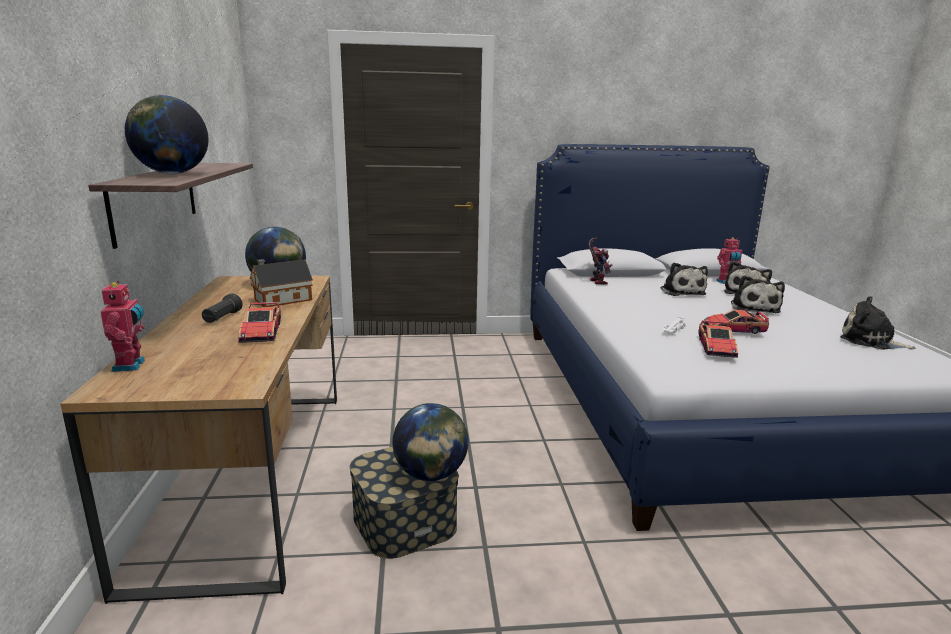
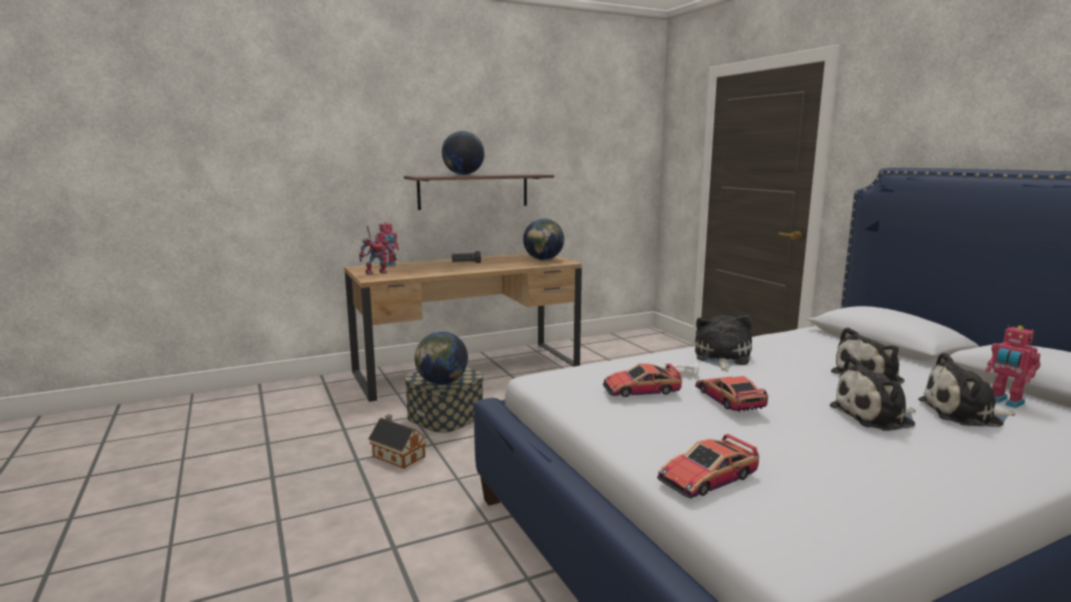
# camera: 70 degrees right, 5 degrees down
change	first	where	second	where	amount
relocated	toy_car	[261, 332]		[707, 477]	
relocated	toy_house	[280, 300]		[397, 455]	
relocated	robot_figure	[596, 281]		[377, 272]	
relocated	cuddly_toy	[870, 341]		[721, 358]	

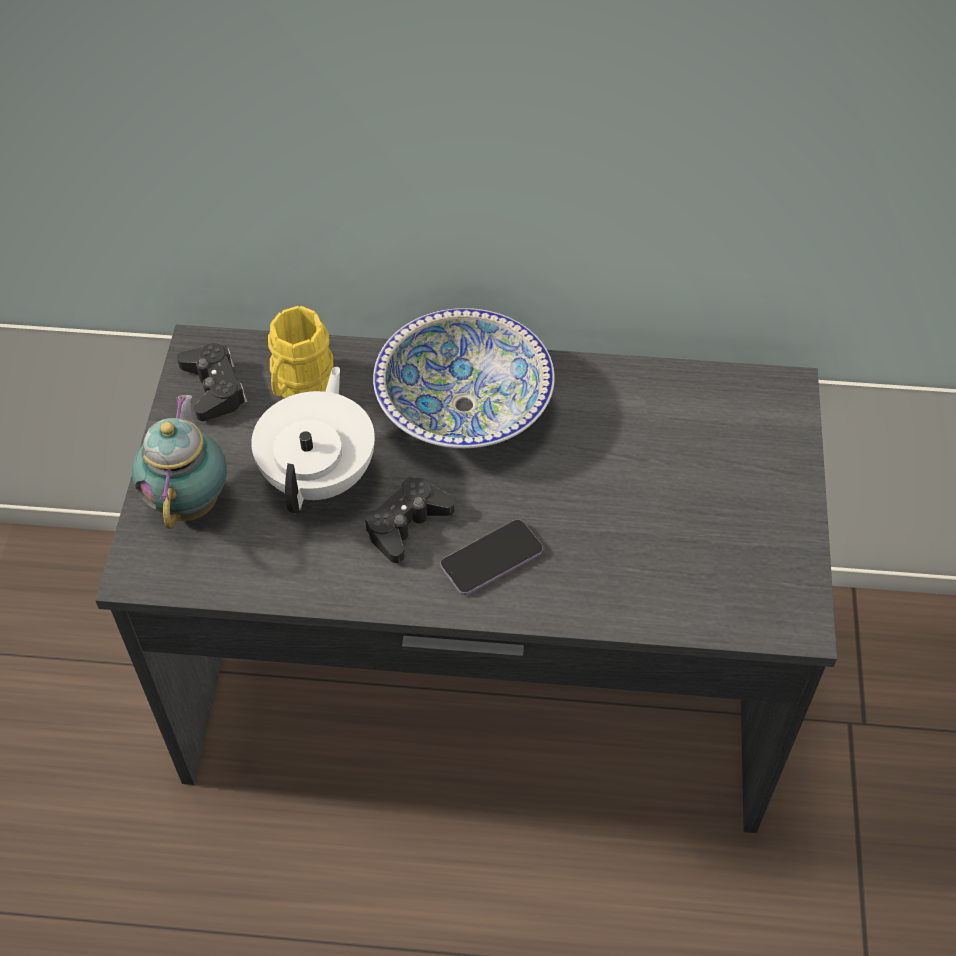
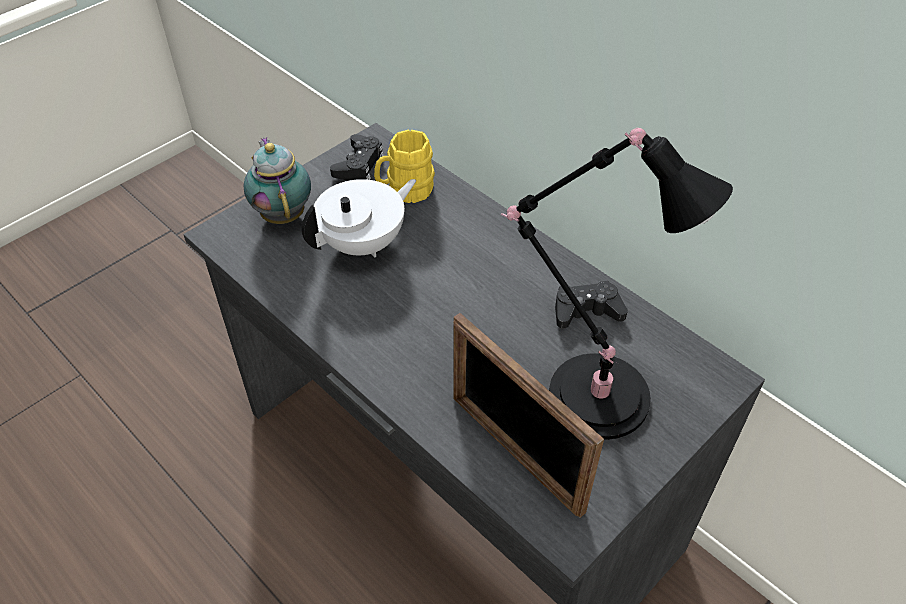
# camera: 40 degrees right, 5 degrees down
change	first	where	second	where	amount
missing	bowl	[463, 406]			
missing	phone	[491, 559]			
appeared			picture_frame	[515, 452]	
appeared			black-coloured_table_lamp	[590, 392]	
relocated	black-coloured_joypad	[407, 524]		[586, 311]	
spun	teapot	[190, 500]		[283, 214]	60 degrees counterclockwise

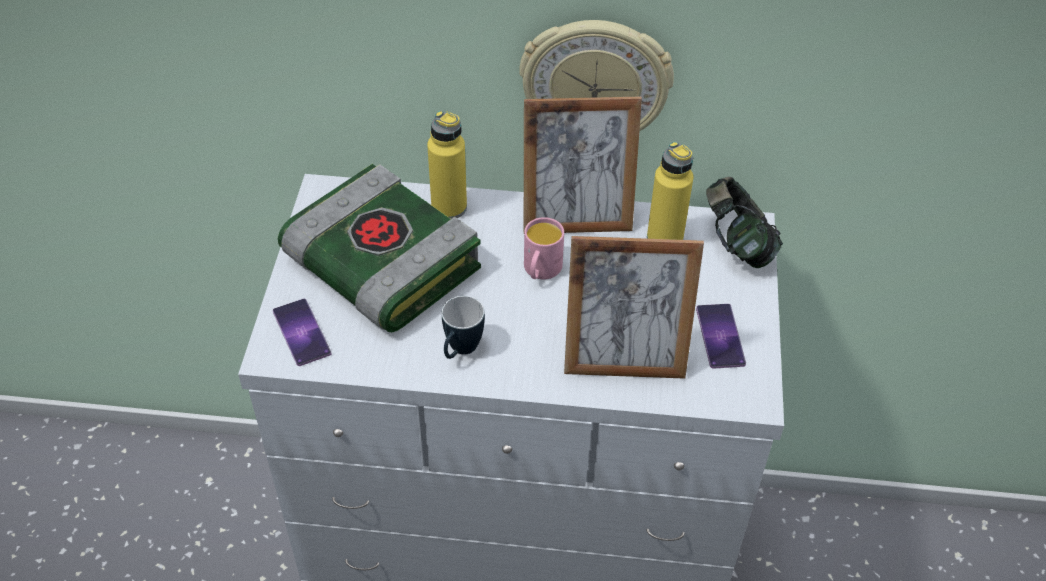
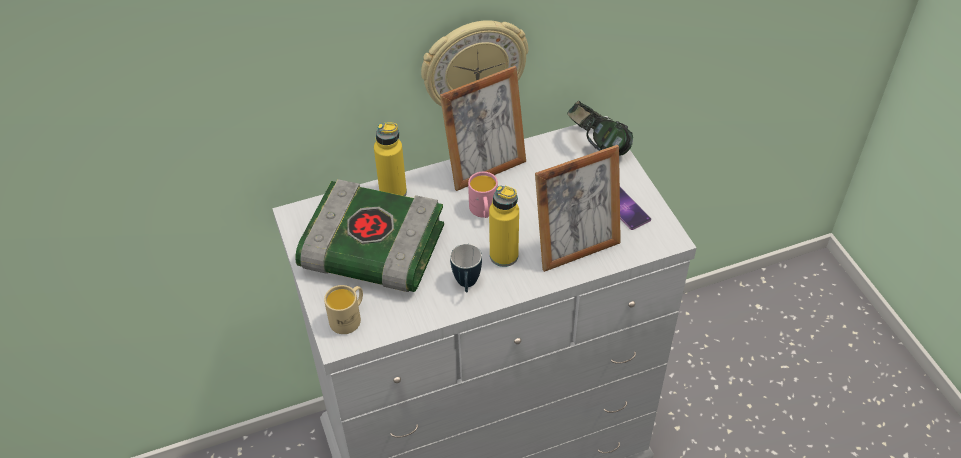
# camera: 25 degrees left, 0 degrees up
change	first	where	second	where	amount
relocated	yellowish_bottle	[664, 239]		[504, 256]	
exchanged	phone	[301, 332]	sand-coloured_tea_mug	[349, 318]	

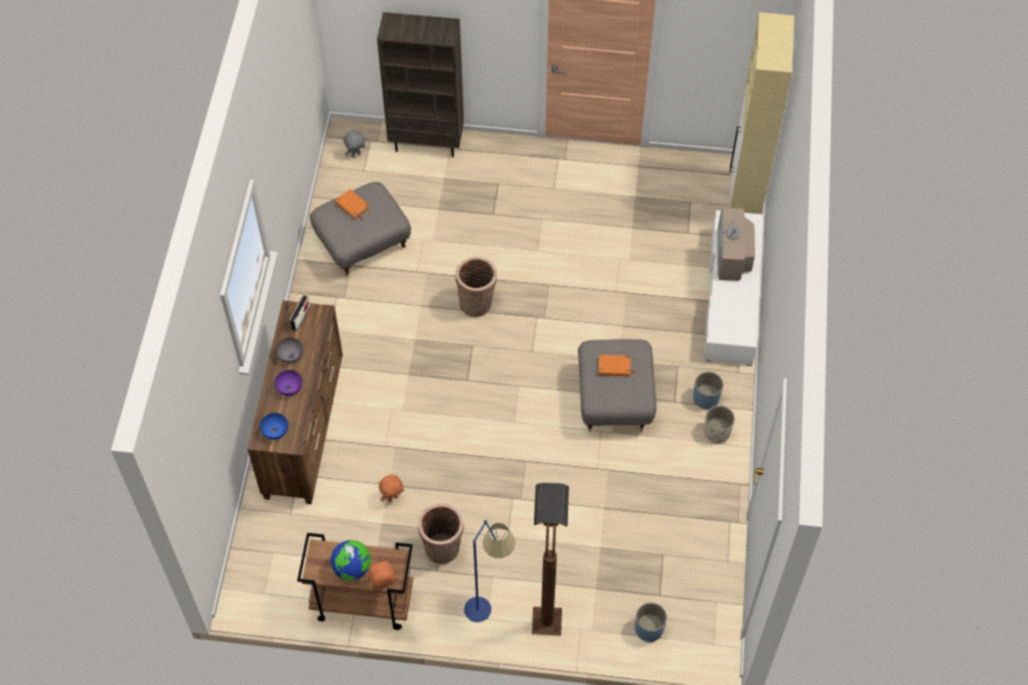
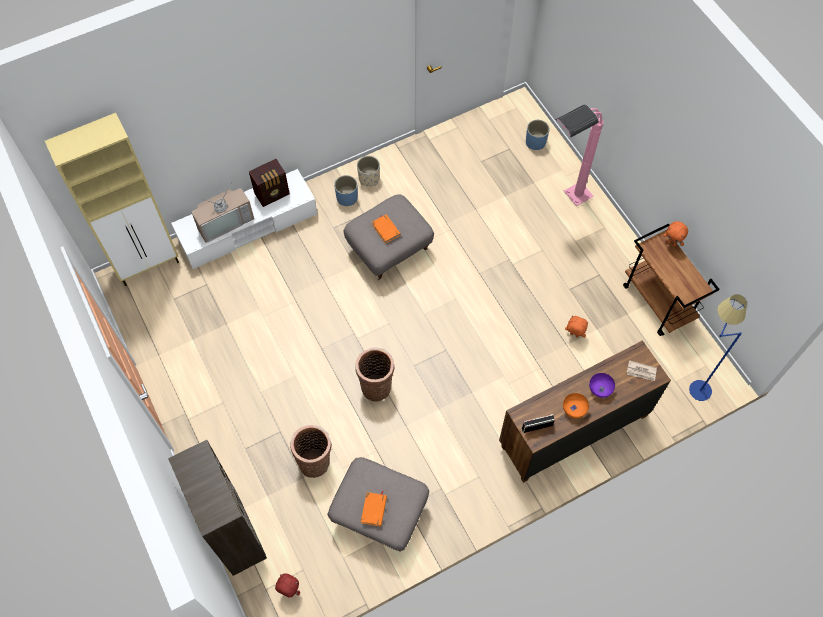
# camera: 125 degrees left, 5 degrees up
change	first	where	second	where	amount
missing	world_globe	[352, 568]			
appeared			radio	[273, 194]	
relocated	storage_basket	[443, 550]		[315, 461]	
relocated	bluish_standard_lamp	[490, 611]		[694, 381]	
exchanged	bluish_bowl	[275, 431]	daily_paper	[641, 372]	
colour	greyish_bowl	[290, 355]	orange_bowl	[574, 409]	
colour	greyish_cuddly_toy	[356, 154]	red_cuddly_toy	[289, 590]	
colour	brown-coloured_standard_lamp	[547, 602]	pinkish_standard_lamp	[565, 202]	

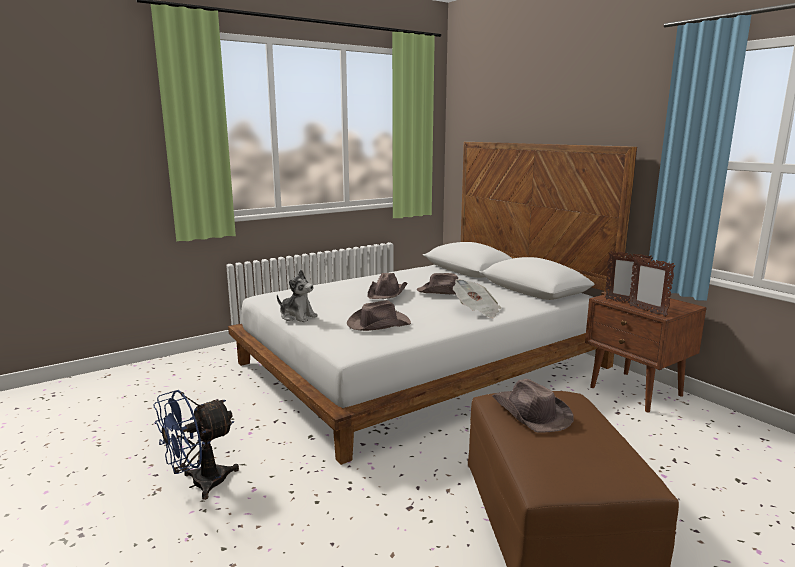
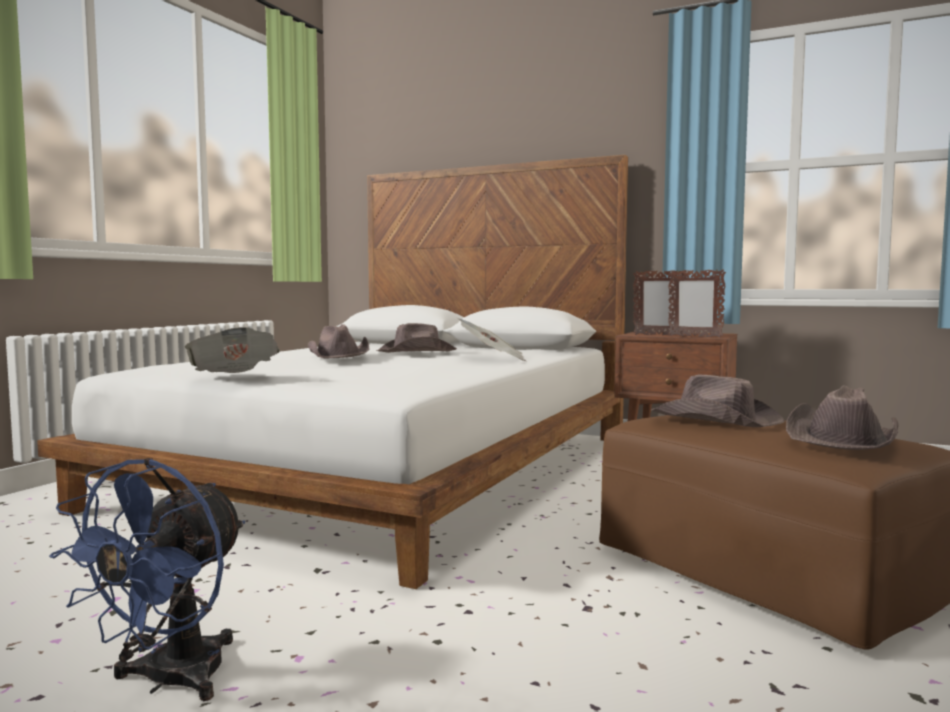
# camera: 30 degrees left, 10 degrees down
change	first	where	second	where	amount
relocated	brown-coloured_hat	[377, 324]		[843, 438]	
exchanged	cuddly_toy	[297, 316]	daily_paper	[234, 378]	

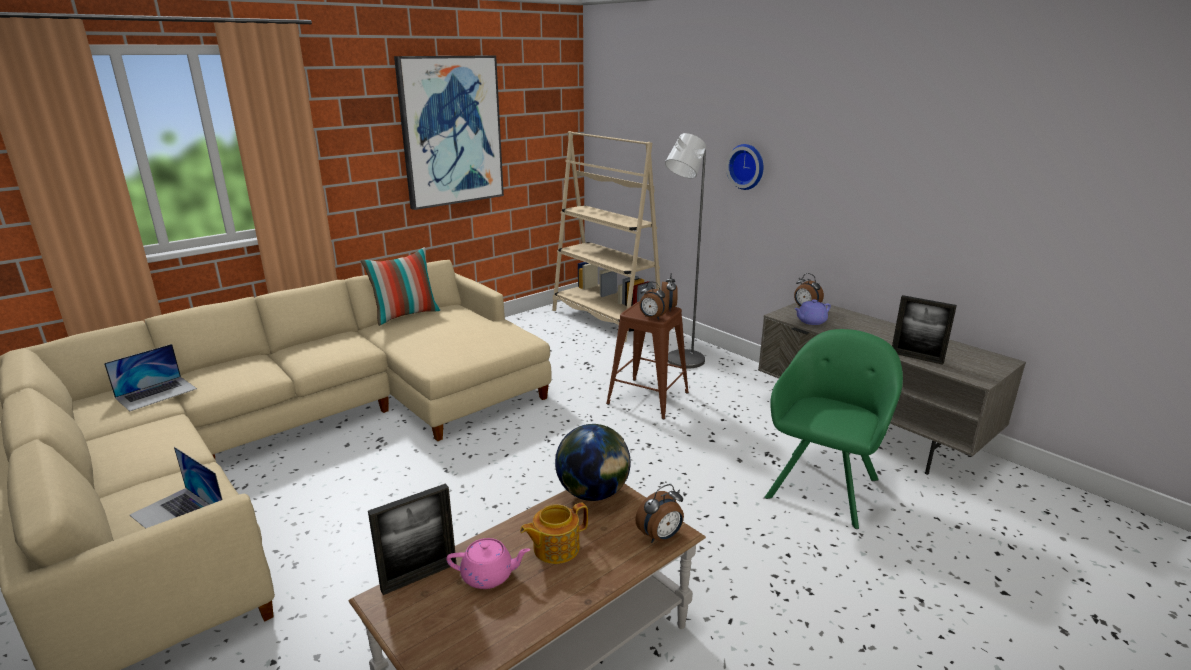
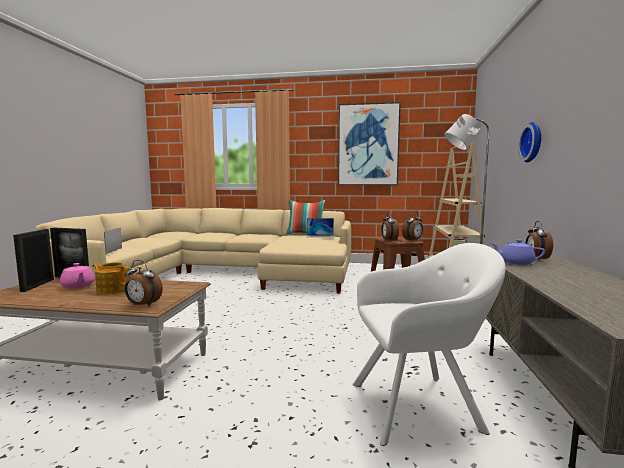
# camera: 50 degrees right, 15 degrees down
change	first	where	second	where	amount
missing	world_globe	[593, 494]			
relocated	laptop	[156, 393]		[320, 236]	
relocated	picture_frame	[916, 357]		[37, 285]	
colour	green-coloured_lounge_chair	[824, 485]	white_lounge_chair	[420, 405]	

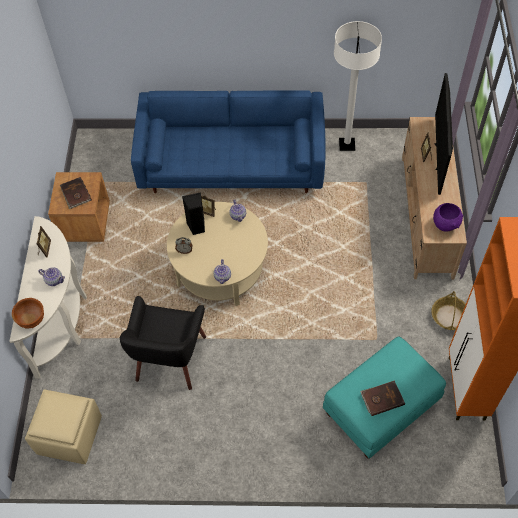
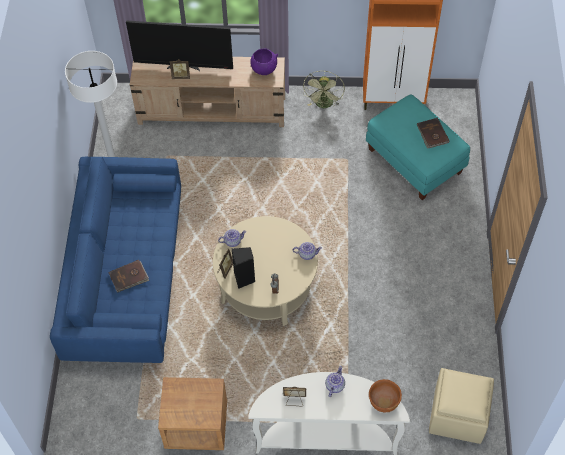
# camera: 90 degrees left, 0 degrees up
change	first	where	second	where	amount
missing	black-coloured_lounge_chair	[169, 359]			
relocated	brown-coloured_bound_book	[75, 194]		[129, 277]	
exchanged	storage_basket	[449, 317]	green-coloured_fan	[324, 105]	

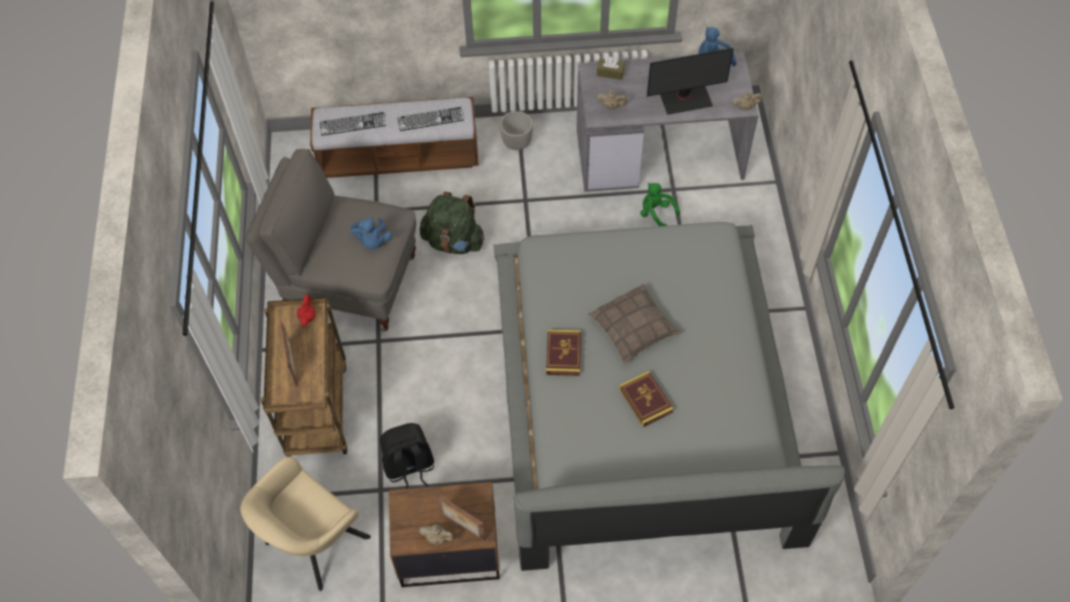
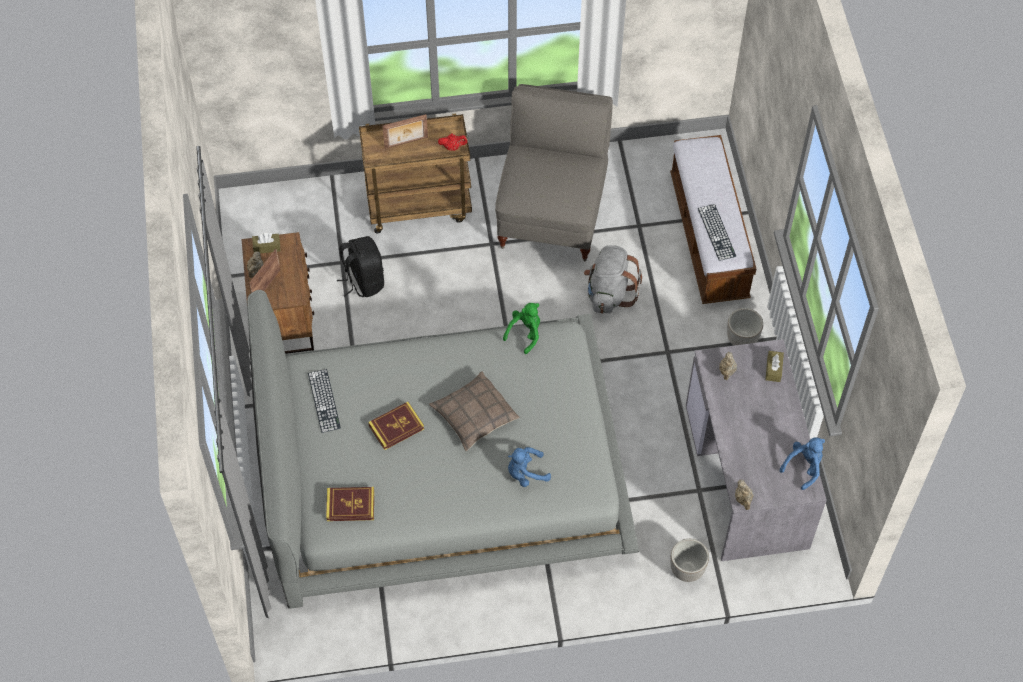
# camera: 85 degrees right, 0 degrees up
change	first	where	second	where	amount
missing	sand-coloured_lounge_chair	[313, 544]			
missing	computer_display	[685, 98]			
appeared			brown-coloured_tissue_box	[267, 247]	
appeared			flower_pot	[686, 570]	
relocated	PC_keyboard	[353, 124]		[324, 400]	
relocated	bluish_cuddly_toy	[372, 241]		[526, 473]	
relocated	bound_book	[563, 354]		[350, 505]	
relocated	green-coloured_cuddly_toy	[656, 213]		[525, 333]	
colour	green-coloured_knapsack	[453, 241]	greyish_knapsack	[609, 293]	

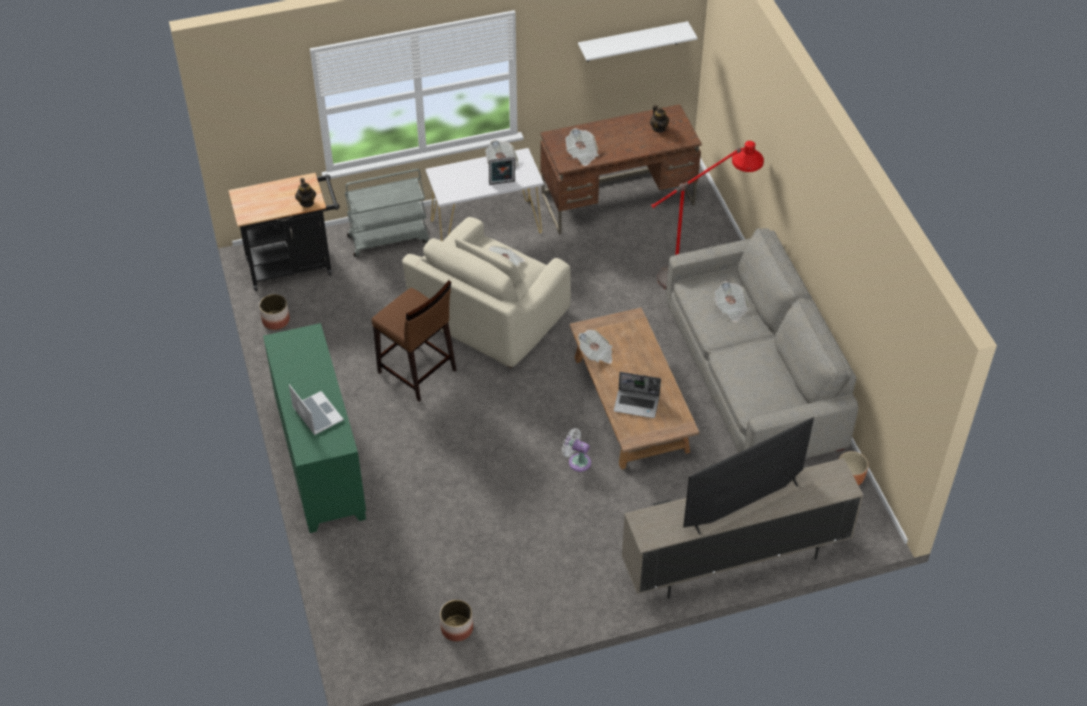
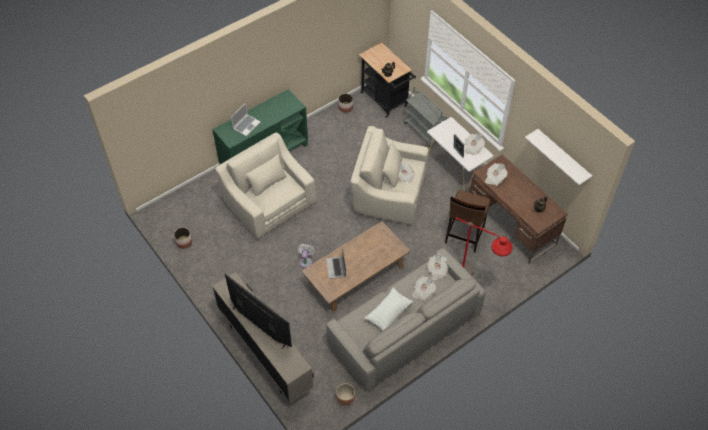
# camera: 70 degrees right, 5 degrees up
change	first	where	second	where	amount
appeared			sand-coloured_lounge_chair	[268, 202]	
appeared			pillow	[388, 313]	
relocated	brown-coloured_stool_seat	[417, 372]		[464, 235]	
relocated	daily_paper	[596, 354]		[437, 270]	

